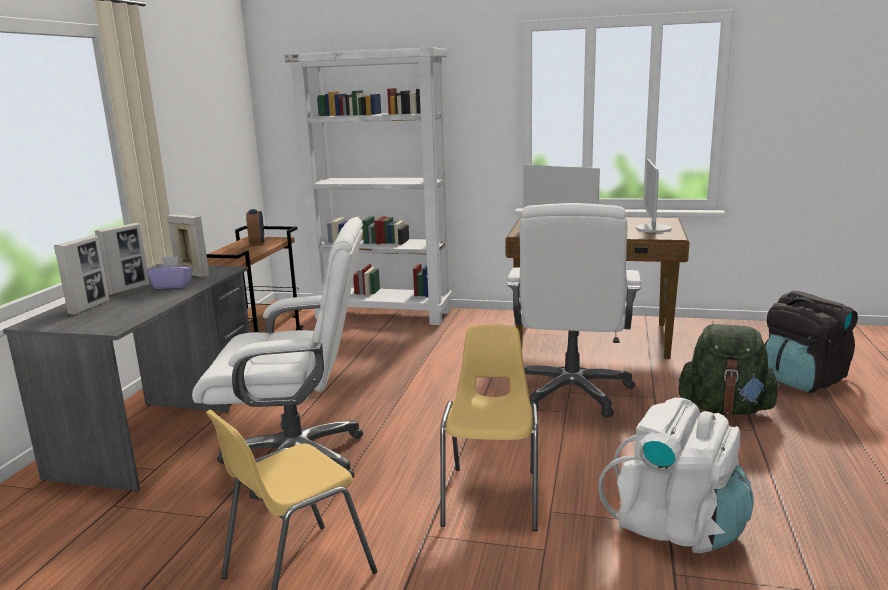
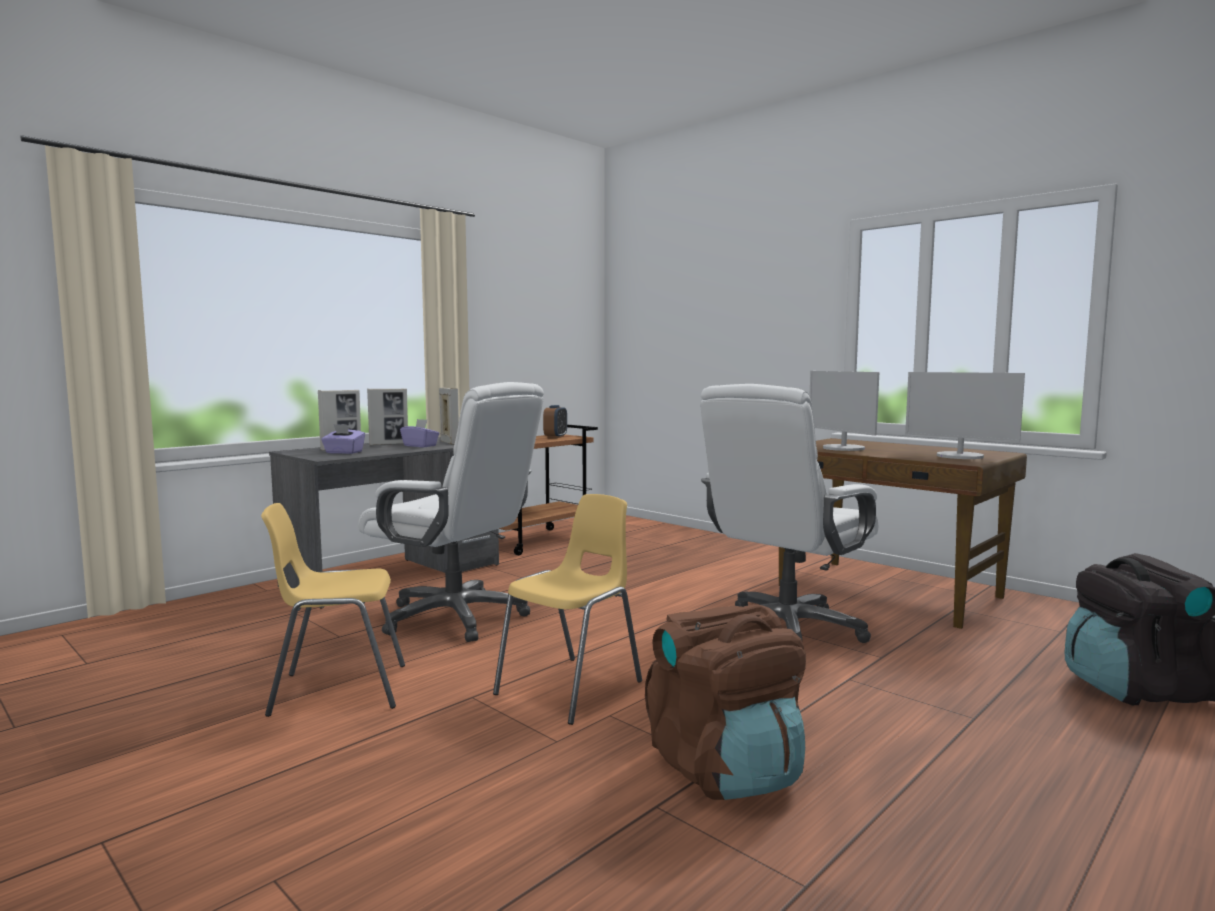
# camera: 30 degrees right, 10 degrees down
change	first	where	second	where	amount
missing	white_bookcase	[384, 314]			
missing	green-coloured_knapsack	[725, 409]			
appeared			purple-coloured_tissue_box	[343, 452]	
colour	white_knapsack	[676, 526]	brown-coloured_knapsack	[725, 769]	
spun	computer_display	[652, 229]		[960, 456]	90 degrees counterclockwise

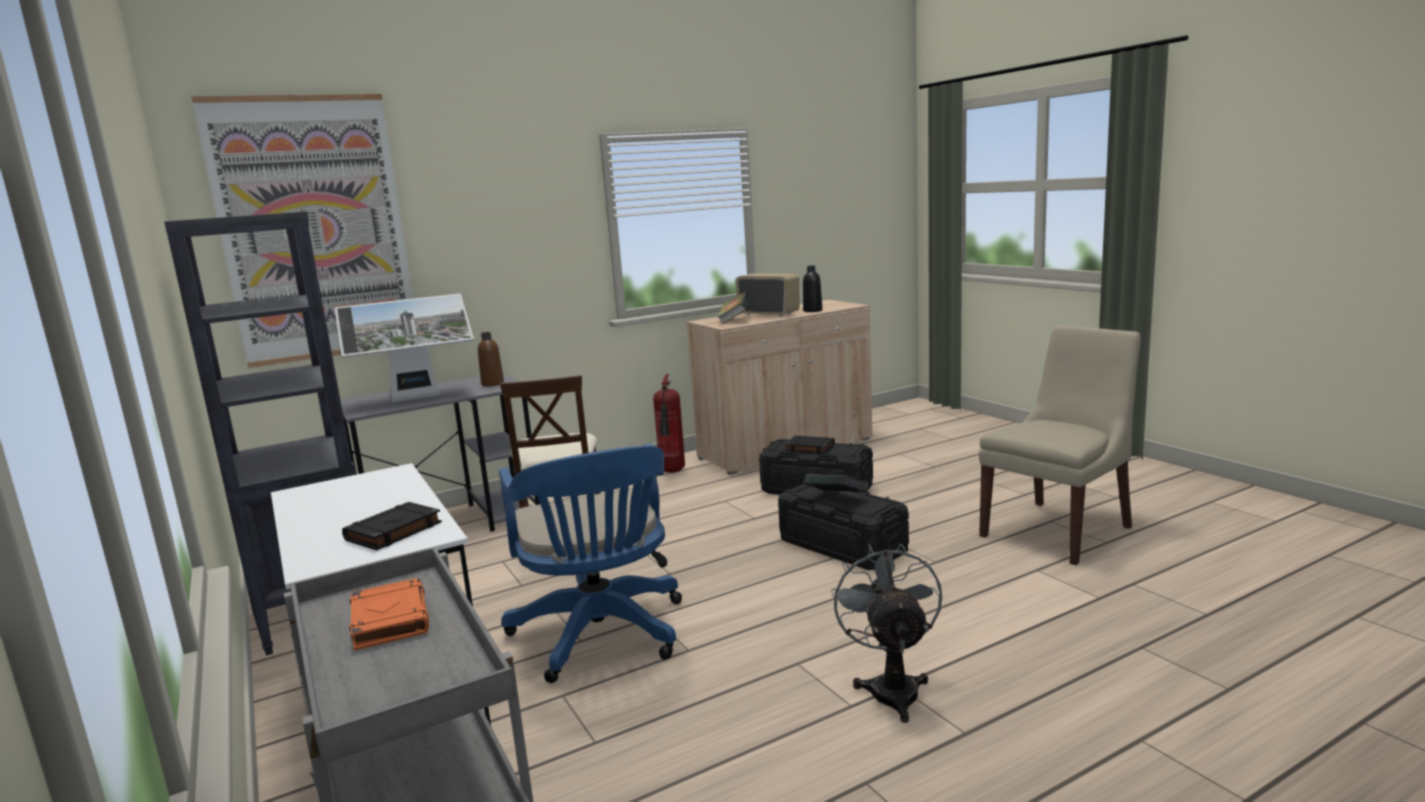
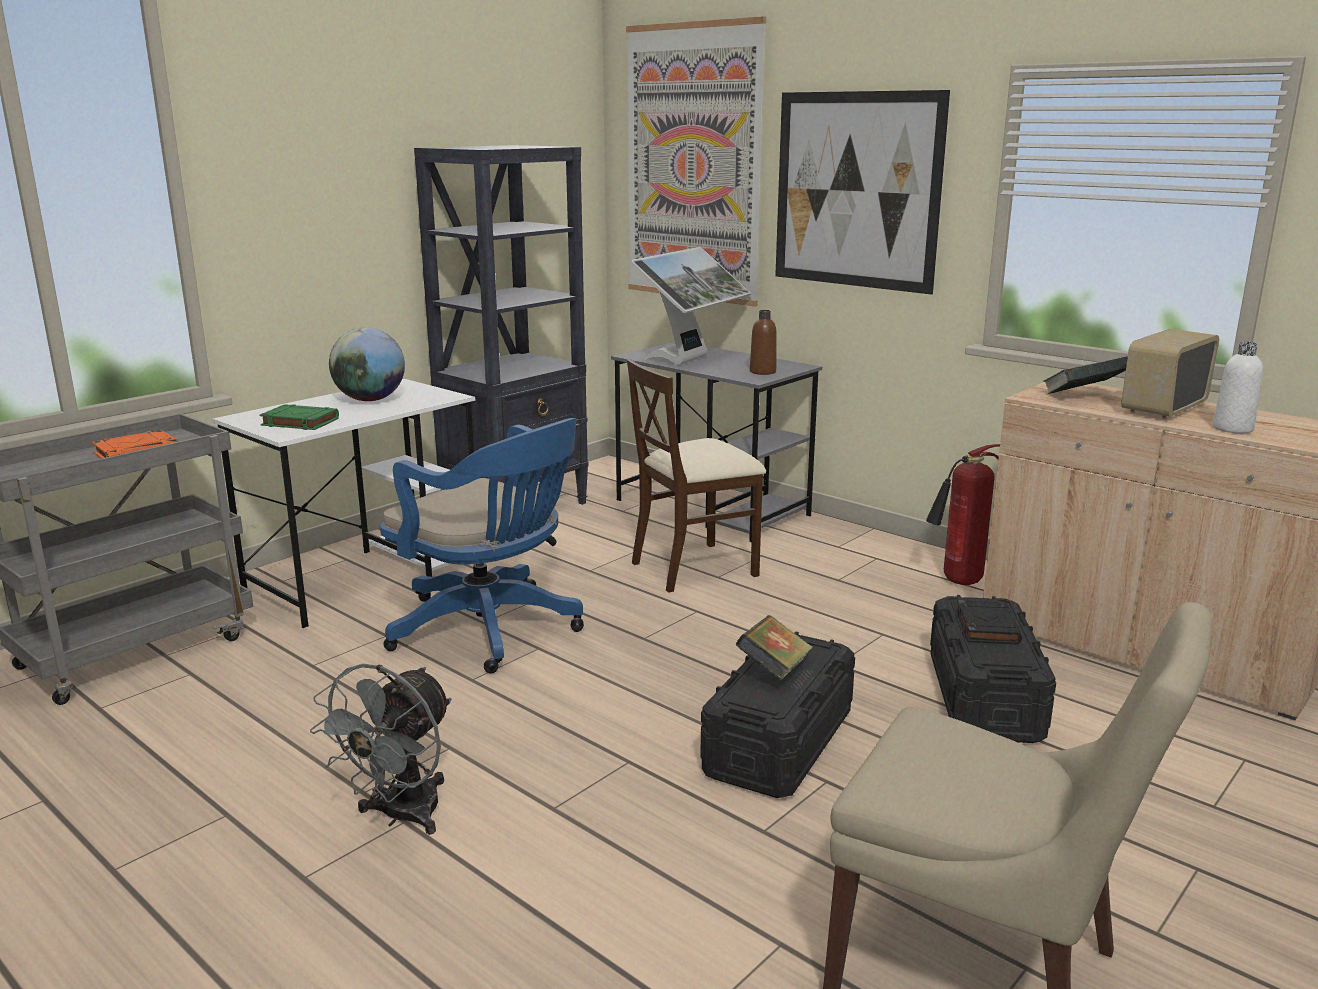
# camera: 70 degrees right, 5 degrees up
change	first	where	second	where	amount
appeared			world_globe	[370, 400]	
appeared			wall_art	[856, 190]	
colour	black-coloured_bound_book	[393, 532]	green-coloured_bound_book	[299, 422]	
colour	black-coloured_bottle	[812, 310]	white_bottle	[1232, 428]	
spun	computer_display	[416, 398]		[689, 360]	105 degrees counterclockwise
spun	bluish_office_chair	[601, 637]		[491, 630]	105 degrees counterclockwise
spun	radio	[769, 314]		[1162, 408]	150 degrees counterclockwise
spun	greyish_fan	[891, 687]		[400, 817]	135 degrees clockwise

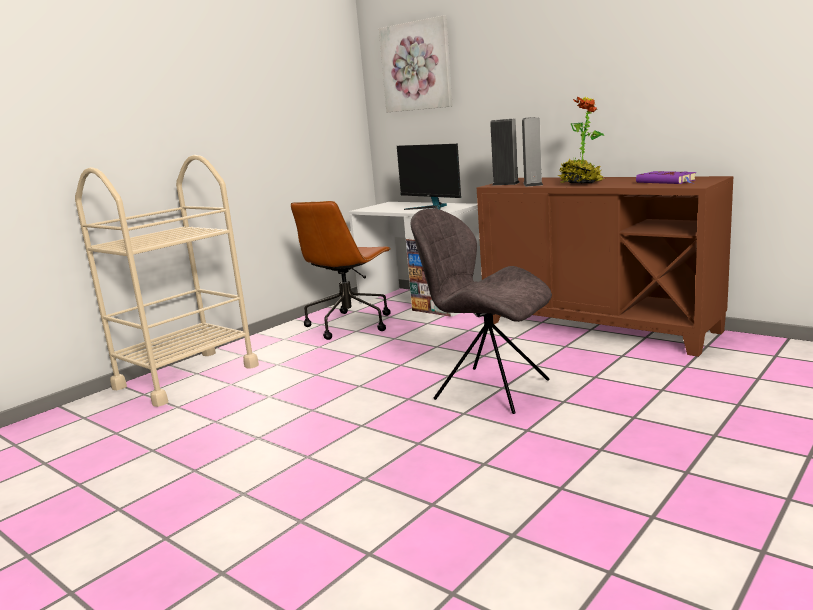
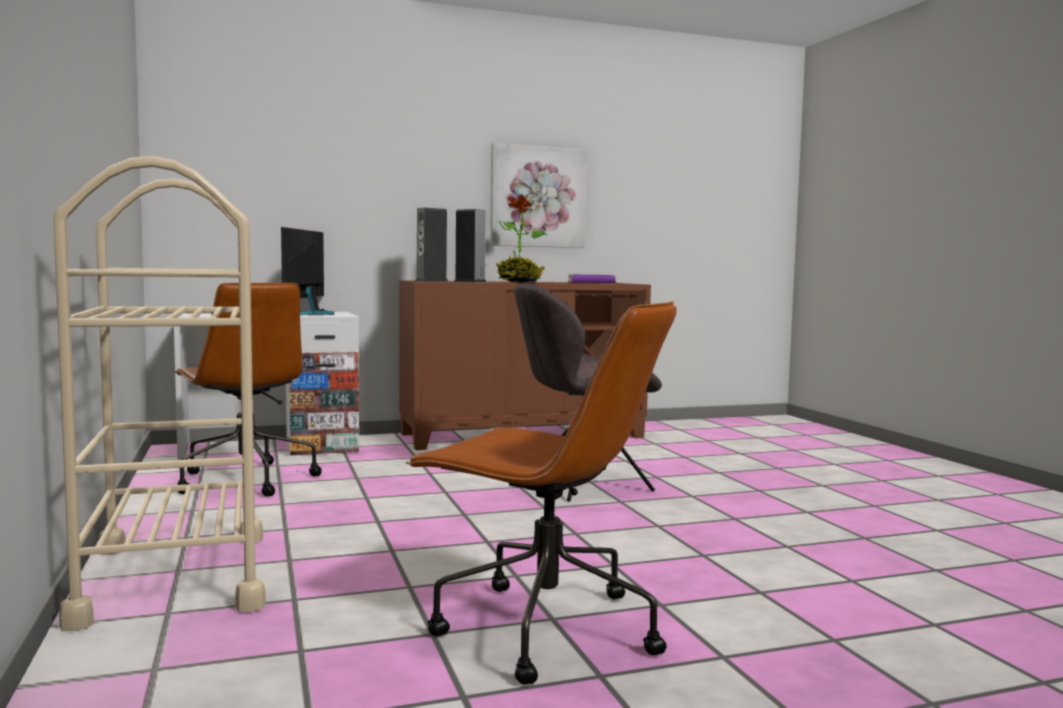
# camera: 60 degrees left, 10 degrees down
change	first	where	second	where	amount
appeared			brown-coloured_office_chair	[543, 629]	
relocated	wall_art	[417, 66]		[537, 197]	
spun	computer_display	[432, 208]		[307, 314]	105 degrees clockwise

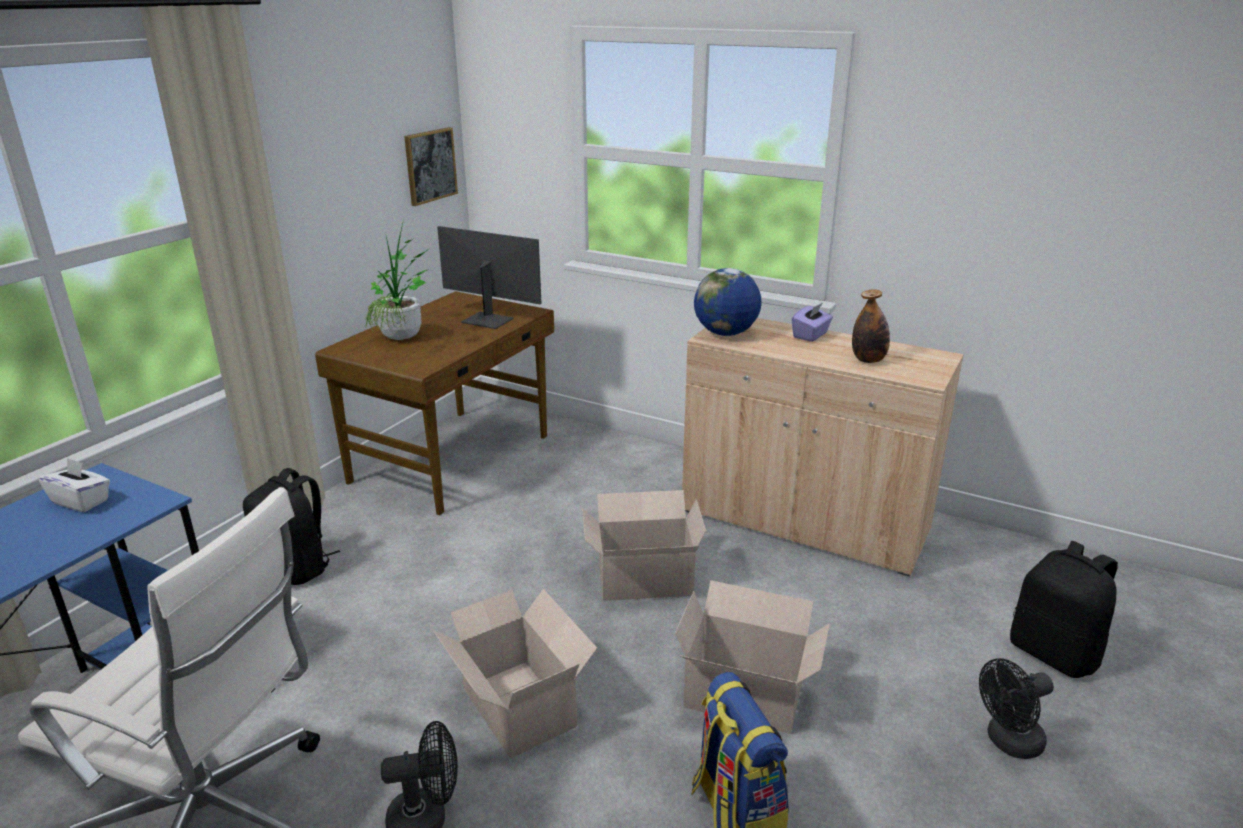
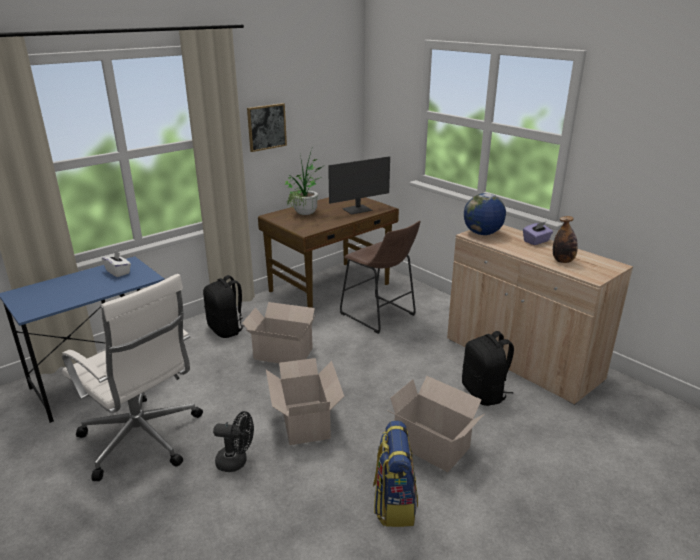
# camera: 20 degrees right, 0 degrees up
change	first	where	second	where	amount
missing	black-coloured_fan	[1008, 742]			
appeared			brown-coloured_stool_seat	[380, 316]	
relocated	wall_art	[430, 165]		[266, 127]	
relocated	carton	[642, 579]		[282, 353]	
relocated	black-coloured_knapsack	[1054, 653]		[484, 393]	
spun	computer_display	[488, 320]		[357, 210]	105 degrees clockwise

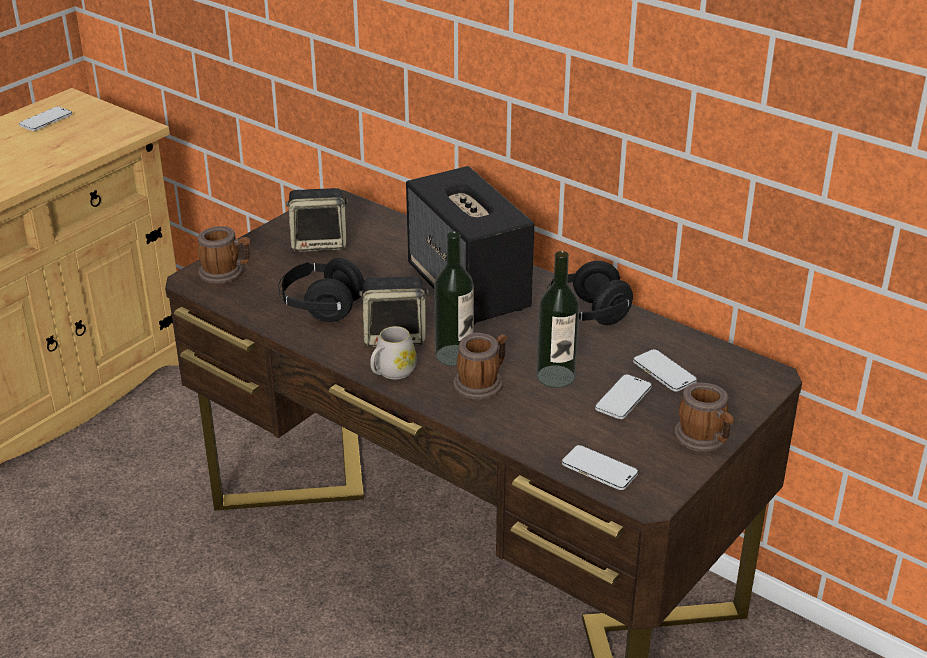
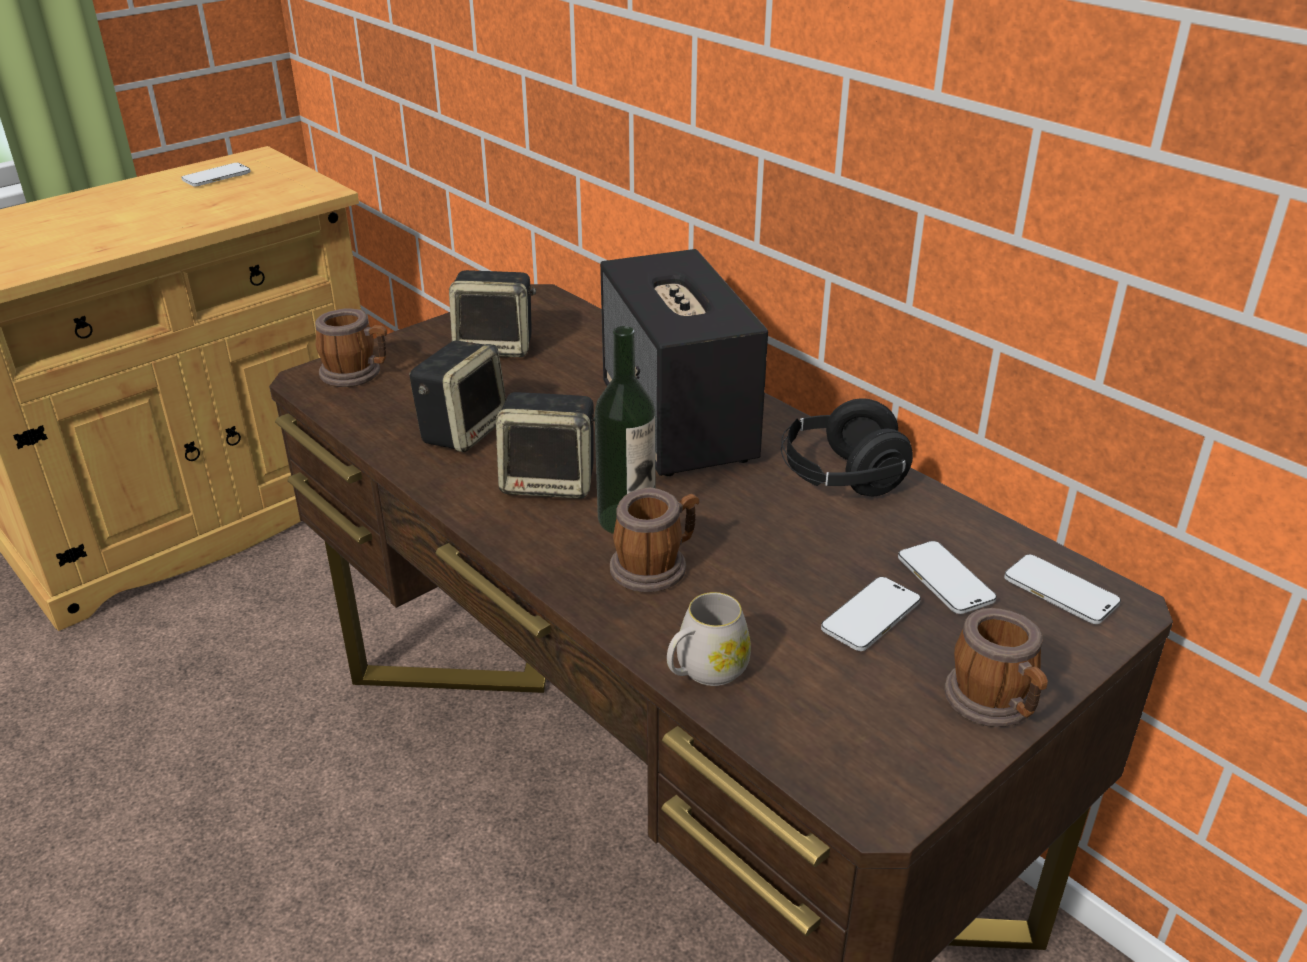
# camera: 10 degrees right, 0 degrees up
change	first	where	second	where	amount
missing	bottle	[555, 376]			
relocated	white_tea_mug	[391, 372]		[705, 671]	
relocated	phone	[599, 469]		[1060, 592]	
exchanged	black-coloured_pair_of_headphones	[321, 307]	audio_speaker	[463, 430]	

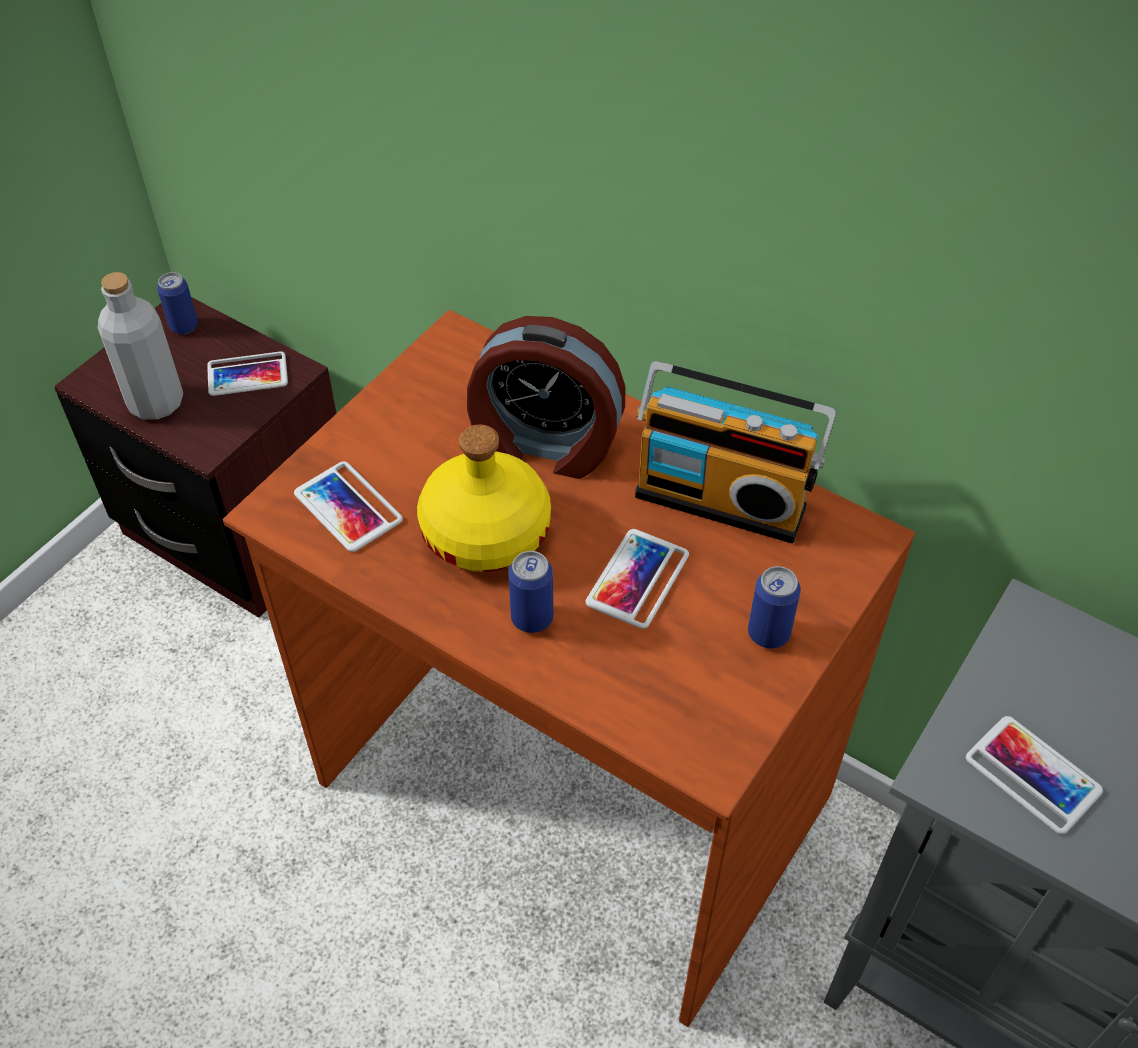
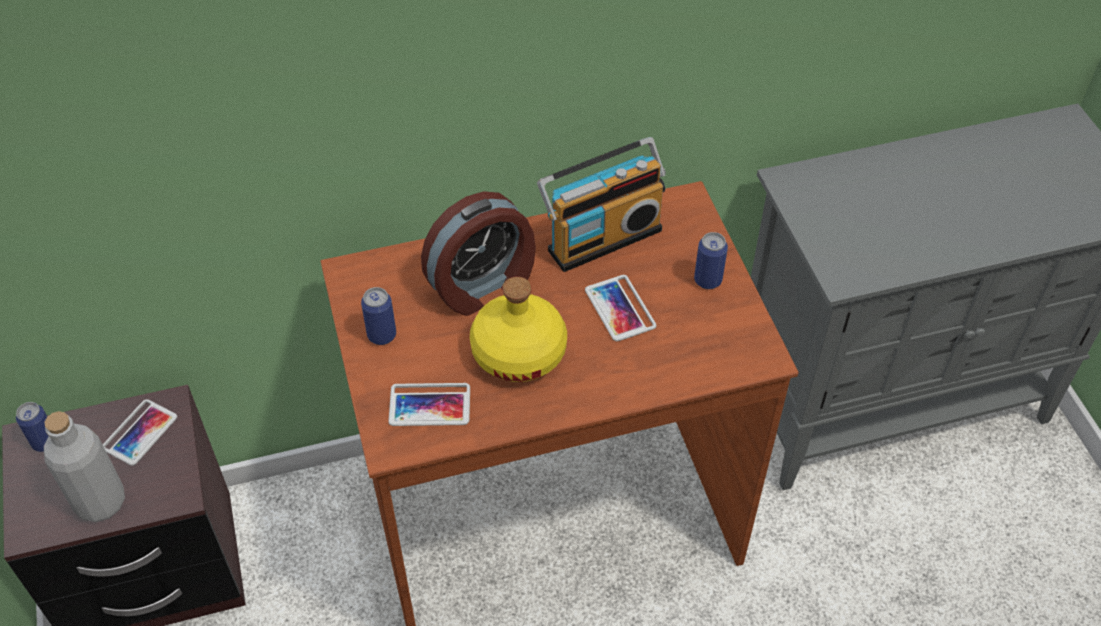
# camera: 50 degrees left, 0 degrees up
change	first	where	second	where	amount
missing	phone	[1032, 775]			
relocated	can	[532, 618]		[382, 335]	

